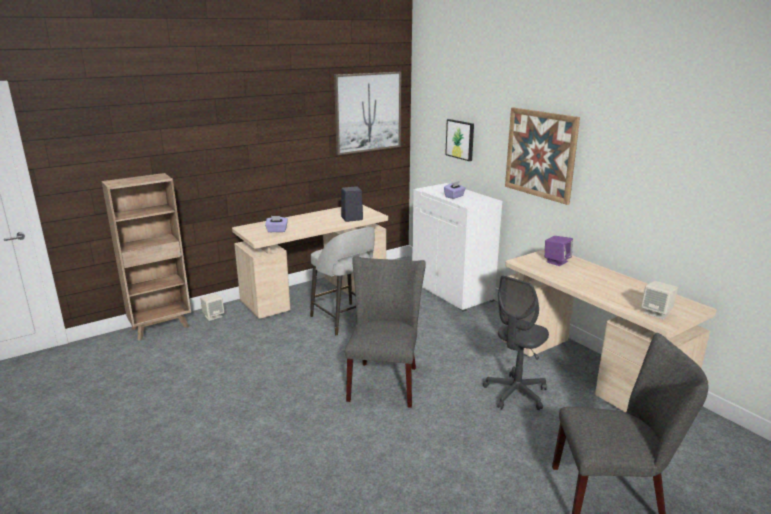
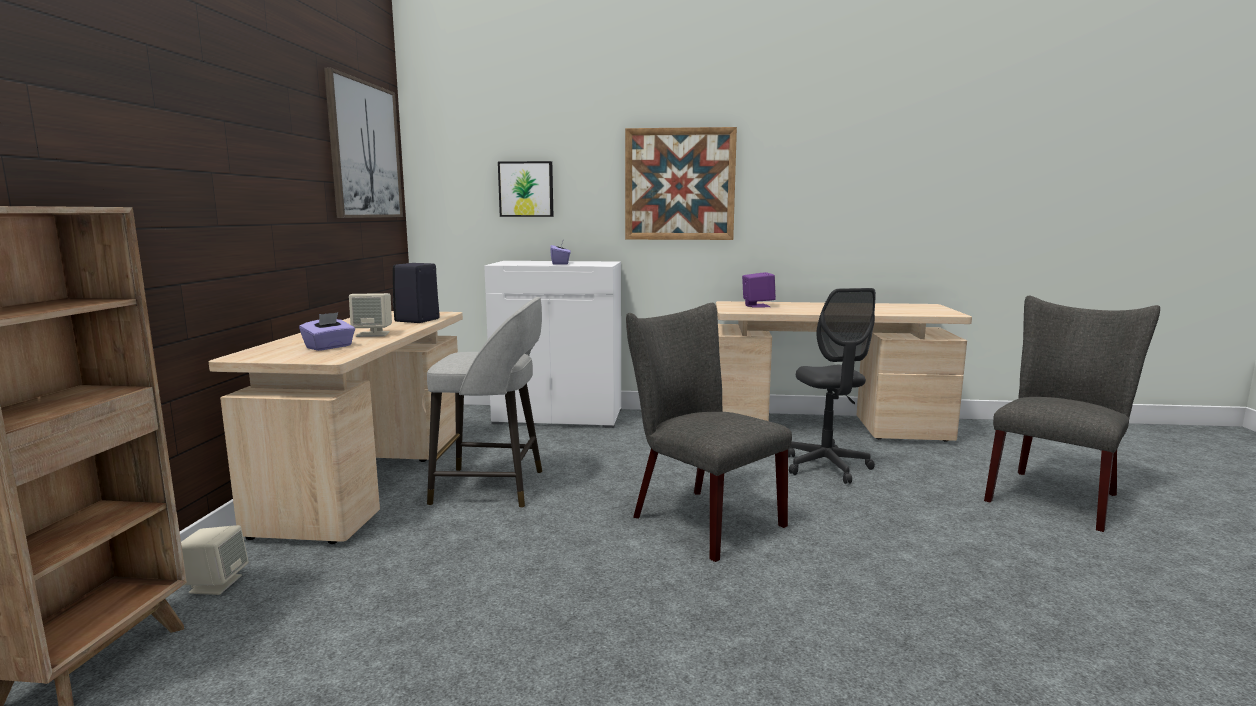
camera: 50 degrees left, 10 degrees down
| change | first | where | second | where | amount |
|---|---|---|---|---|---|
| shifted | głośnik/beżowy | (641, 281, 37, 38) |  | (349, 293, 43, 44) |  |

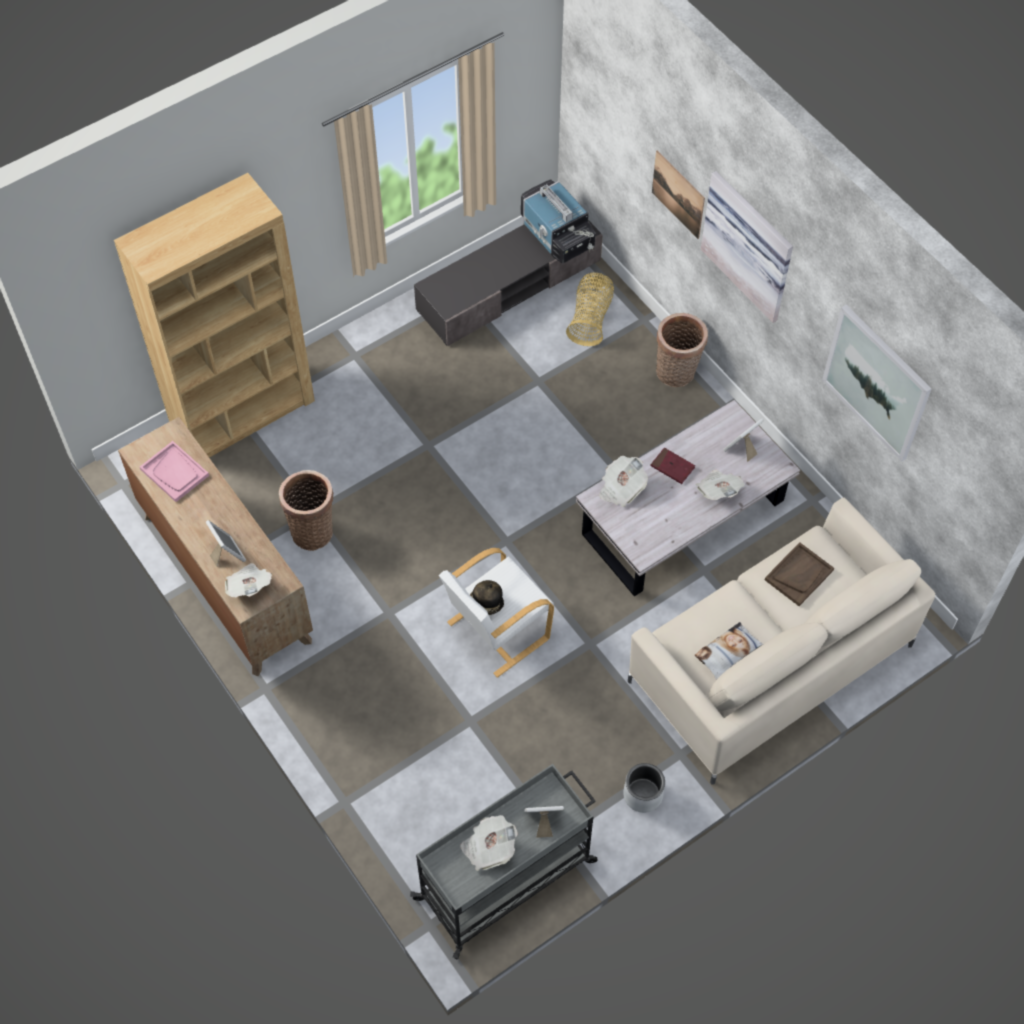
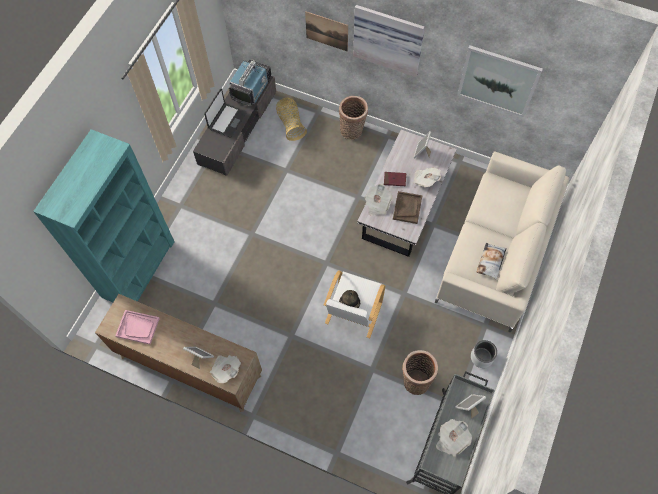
camera: 30 degrees left, 5 degrees up
| change | first | where | second | where | amount |
|---|---|---|---|---|---|
| new |  |  | laptop | (204, 88, 42, 49) |  |
| shifted | koszyk | (279, 470, 54, 81) |  | (402, 350, 36, 45) |  |
| shifted | taca/brązowy | (765, 542, 69, 64) |  | (393, 191, 30, 33) |  |
| repainted | regał/brązowy | (114, 173, 201, 285) | regał/turkusowy | (33, 129, 142, 173) |  |
| rotated | telewizor | (521, 179, 75, 84) |  | (229, 59, 42, 47) | 90 degrees counterclockwise |

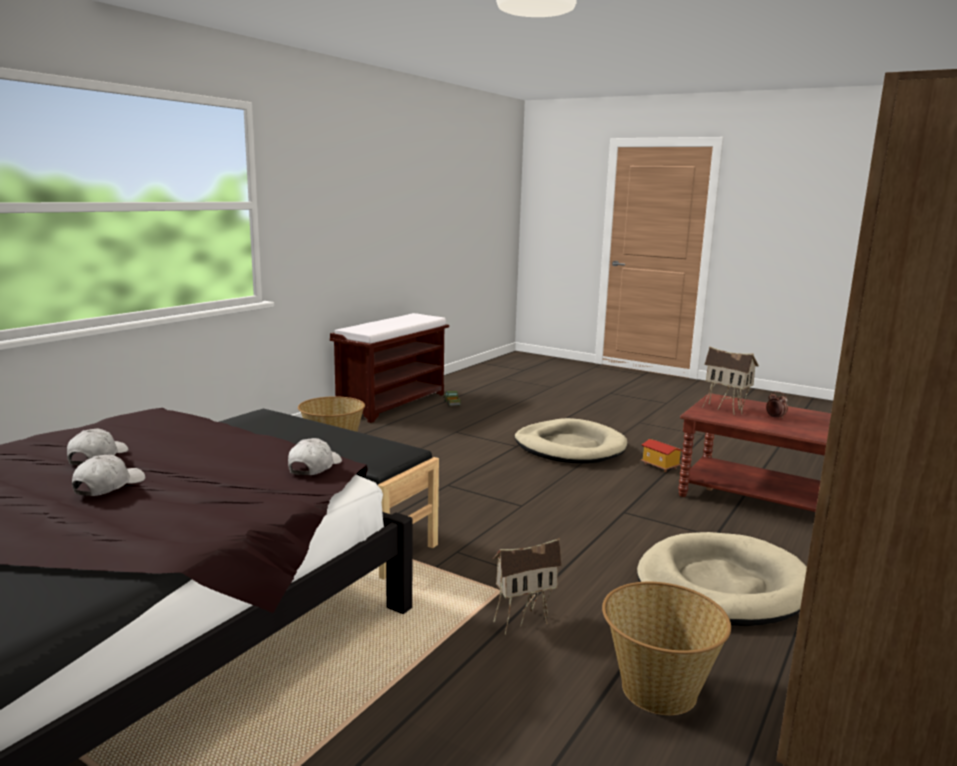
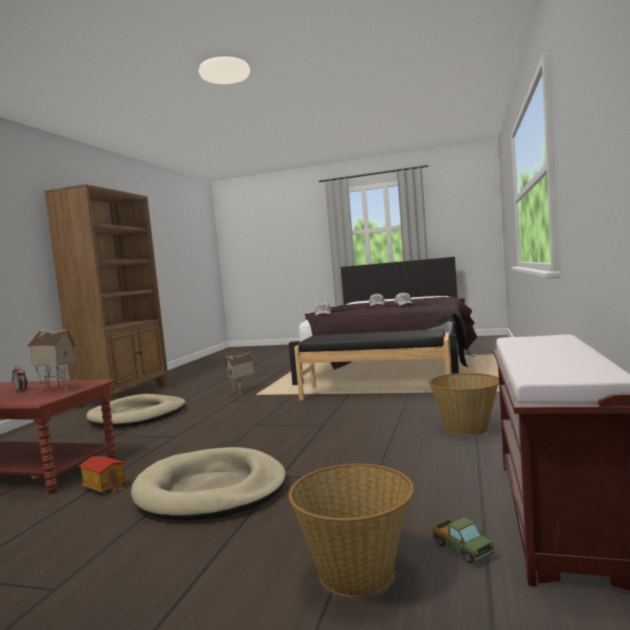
camera: 165 degrees right, 10 degrees down
| change | first | where | second | where | amount |
|---|---|---|---|---|---|
| shifted | koszyk | (602, 582, 129, 133) |  | (289, 464, 125, 133) |  |

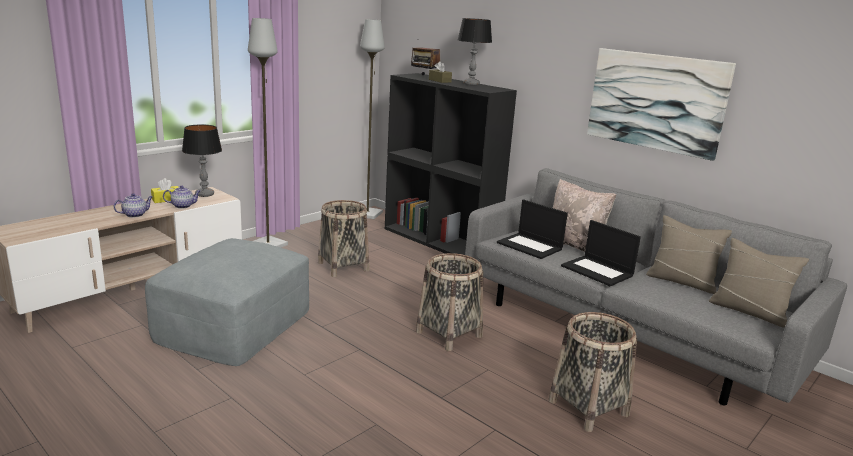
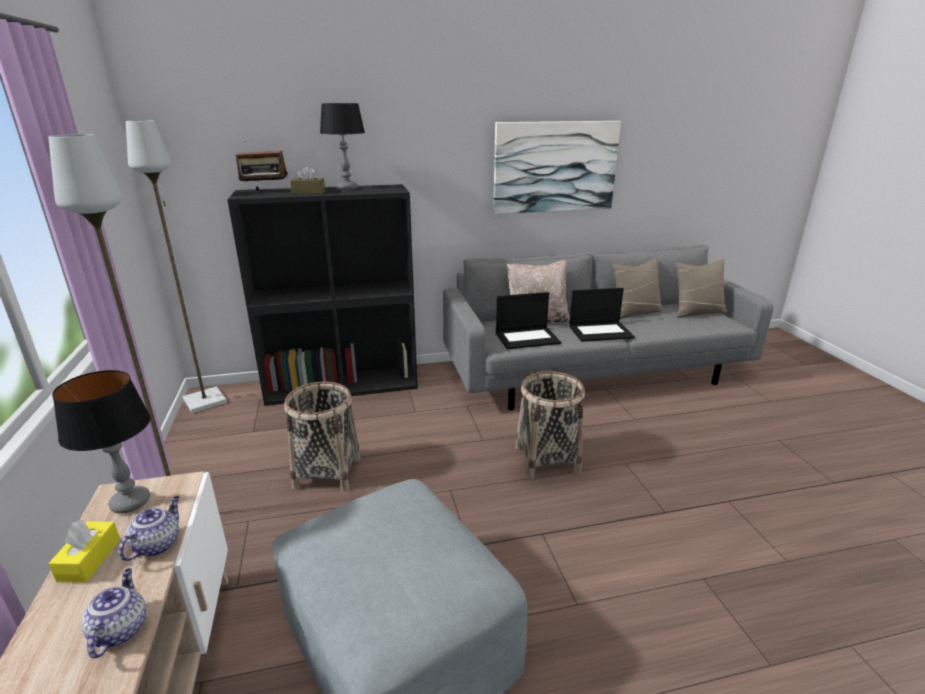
camera: 55 degrees left, 5 degrees up
| change | first | where | second | where | amount |
|---|---|---|---|---|---|
| gone | koszyk | (548, 312, 89, 120) |  |  |  |

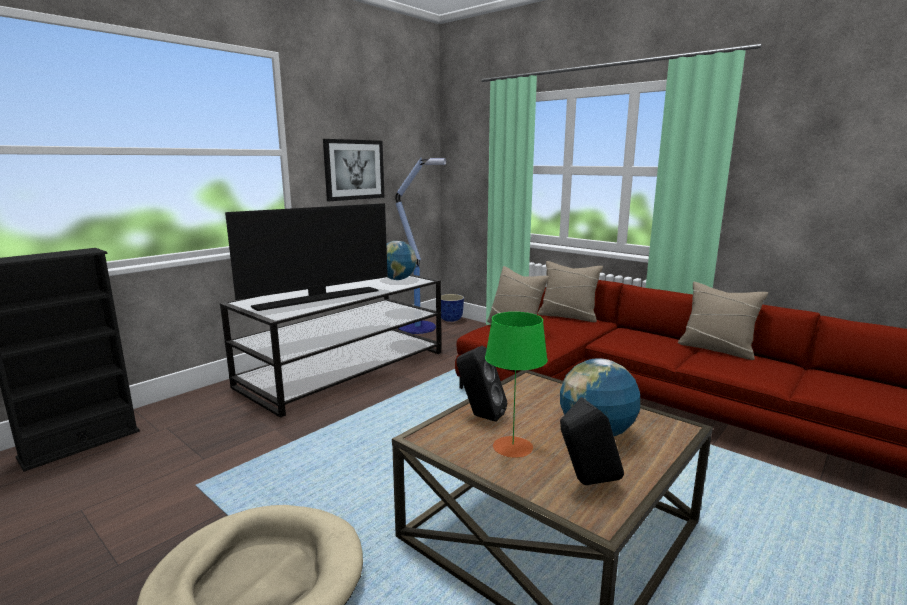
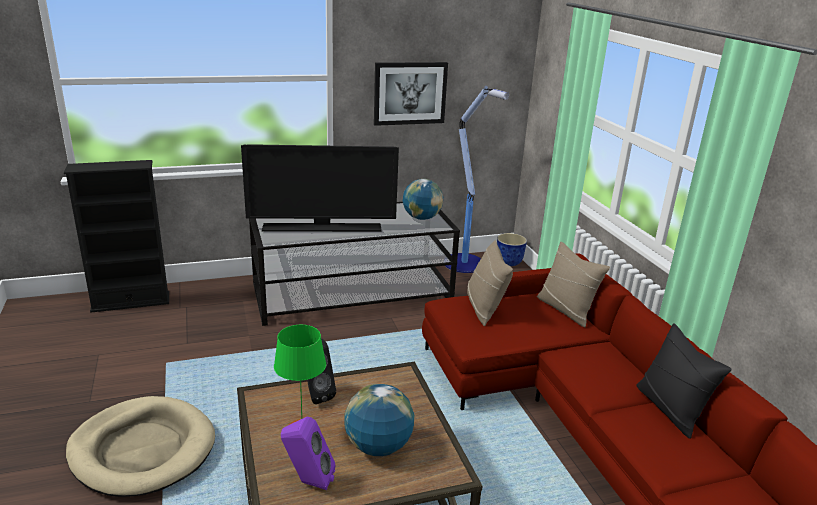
camera: 30 degrees right, 10 degrees up
| change | first | where | second | where | amount |
|---|---|---|---|---|---|
| repainted | głośnik/czarny | (560, 397, 64, 88) | głośnik/fioletowy | (281, 417, 55, 73) |  |
| repainted | poduszka/beżowy | (678, 282, 90, 78) | poduszka/czarny | (636, 323, 96, 116) |  |

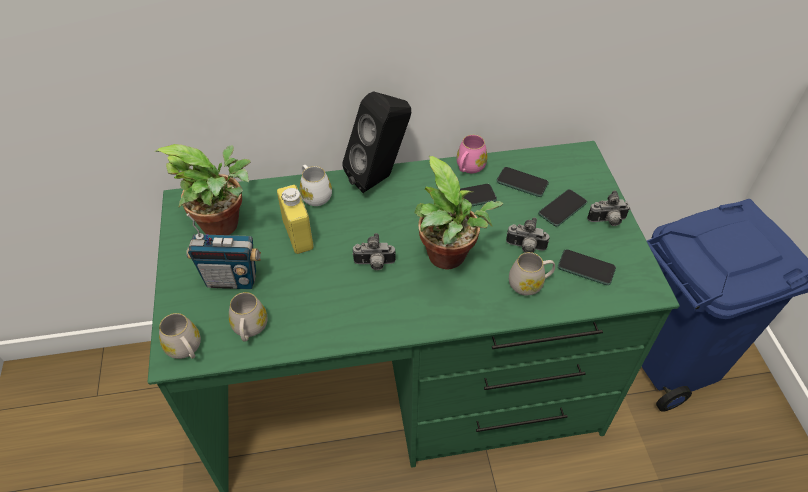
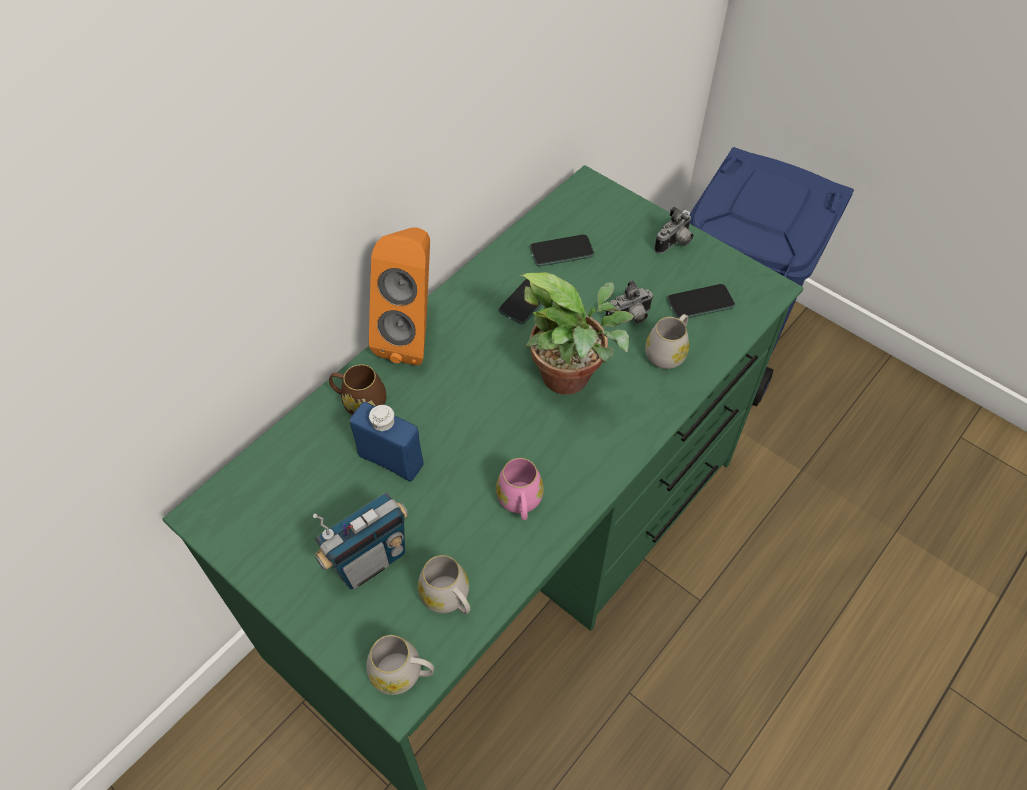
camera: 40 degrees left, 5 degrees up
| change | first | where | second | where | amount |
|---|---|---|---|---|---|
| gone | roślina doniczkowa | (154, 144, 97, 91) |  |  |  |
| gone | aparat fotograficzny | (352, 233, 44, 37) |  |  |  |
| gone | telefon | (538, 189, 49, 38) |  |  |  |
| shifted | kubek/różowy | (457, 135, 31, 38) |  | (496, 458, 48, 62) |  |
| repainted | butelka/żółty | (277, 185, 37, 69) | butelka/niebieski | (350, 402, 73, 79) |  |
| repainted | kubek/biały | (300, 165, 32, 41) | kubek/brązowy | (329, 364, 57, 51) |  |
| repainted | głośnik/czarny | (342, 91, 69, 102) | głośnik/pomarańczowy | (369, 228, 61, 137) |  |

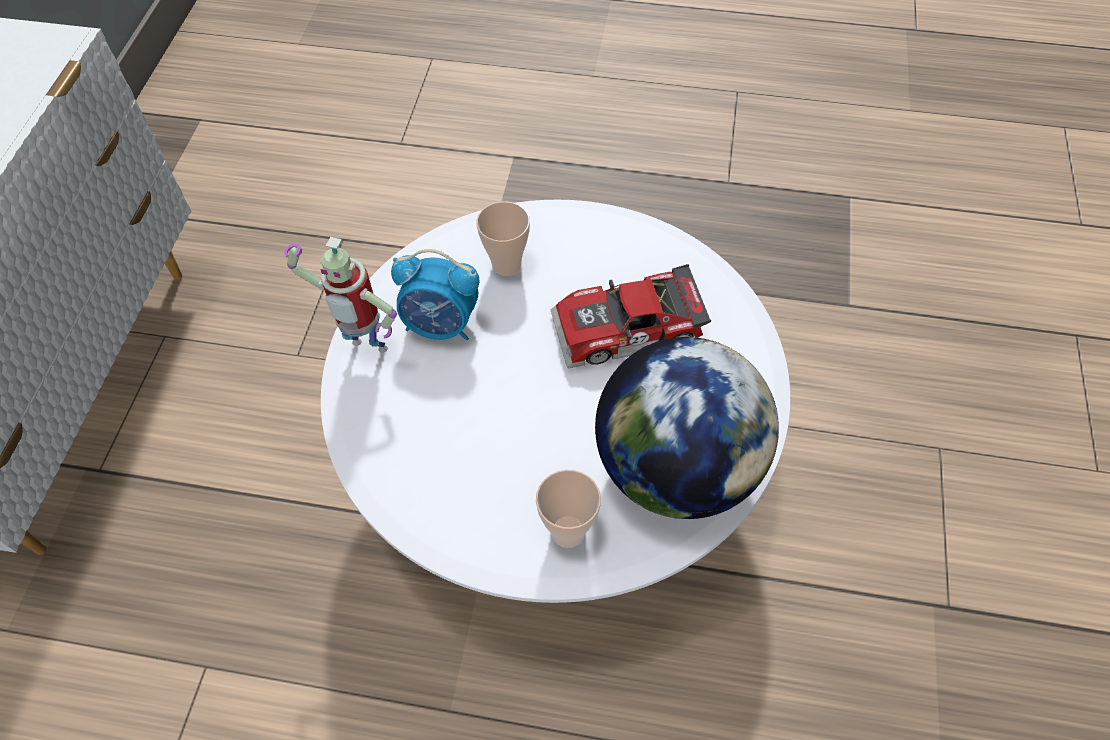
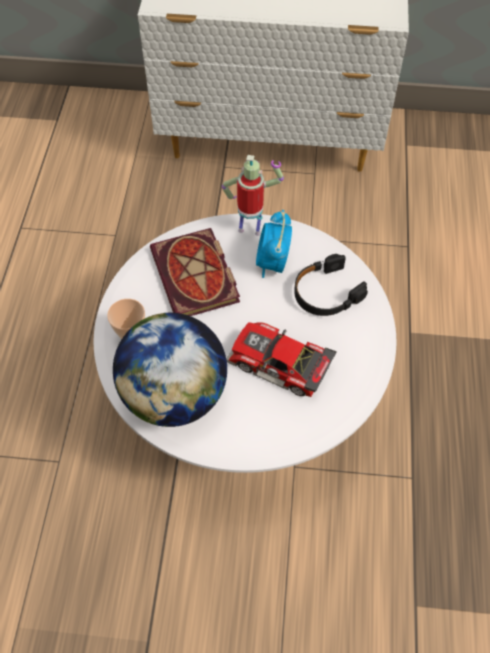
camera: 85 degrees right, 0 degrees up
| change | first | where | second | where | amount |
|---|---|---|---|---|---|
| new |  |  | książka | (150, 228, 90, 88) |  |
| swapped | filiżanka | (476, 201, 54, 75) | słuchawki/czarny | (294, 254, 74, 62) |  |
| rotated | robot zabawkowy | (284, 237, 113, 116) |  | (222, 155, 62, 81) | 90 degrees clockwise |
| rotated | samochodzik | (551, 264, 160, 104) |  | (226, 322, 110, 75) | 45 degrees counterclockwise |

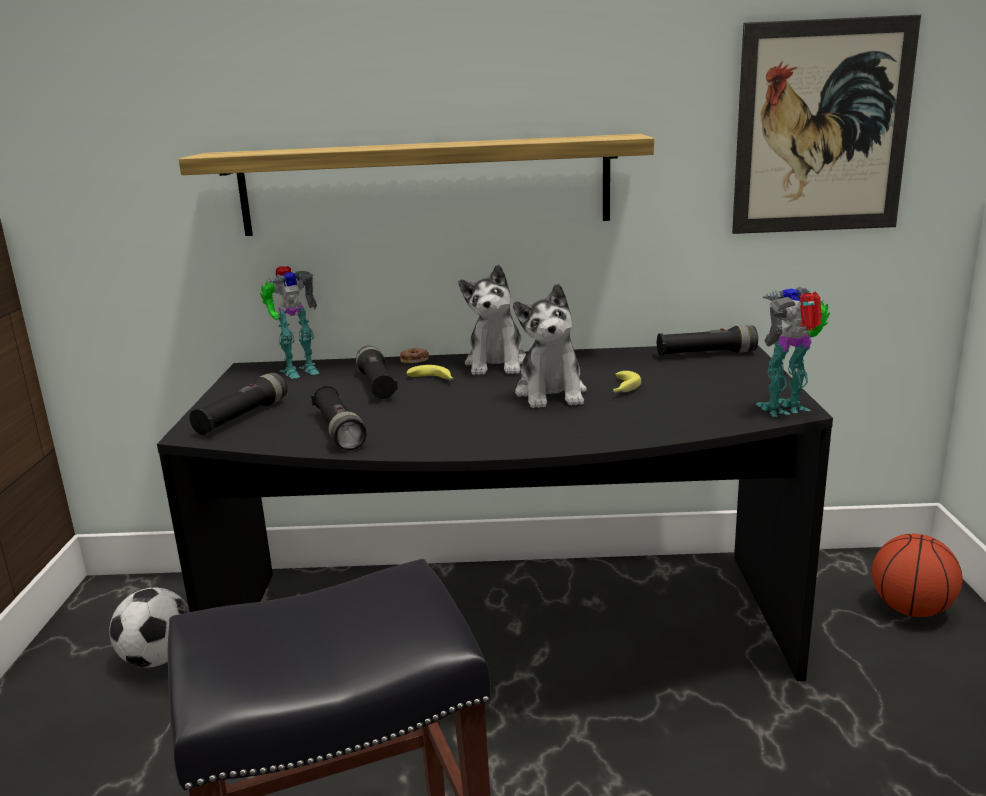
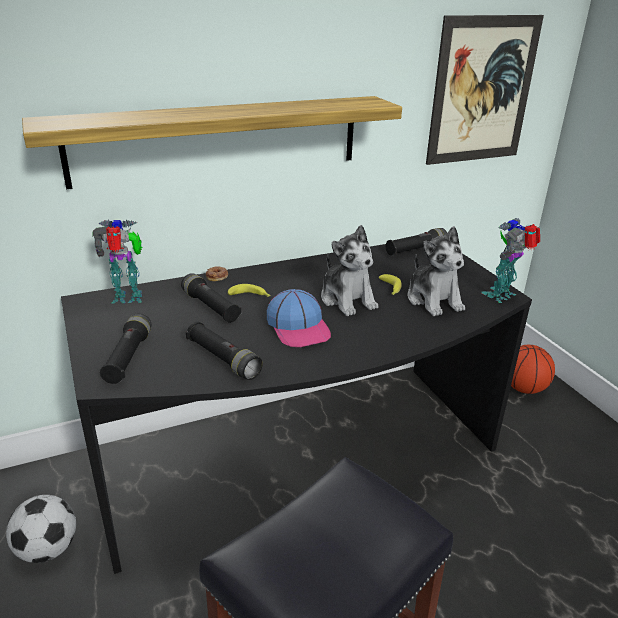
camera: 25 degrees left, 10 degrees up
| change | first | where | second | where | amount |
|---|---|---|---|---|---|
| new |  |  | czapka z daszkiem | (267, 289, 64, 58) |  |
| shifted | pluszak | (458, 264, 68, 111) |  | (407, 226, 58, 90) |  |
| rotated | robot zabawkowy | (260, 266, 59, 112) |  | (92, 219, 50, 85) | 135 degrees counterclockwise |

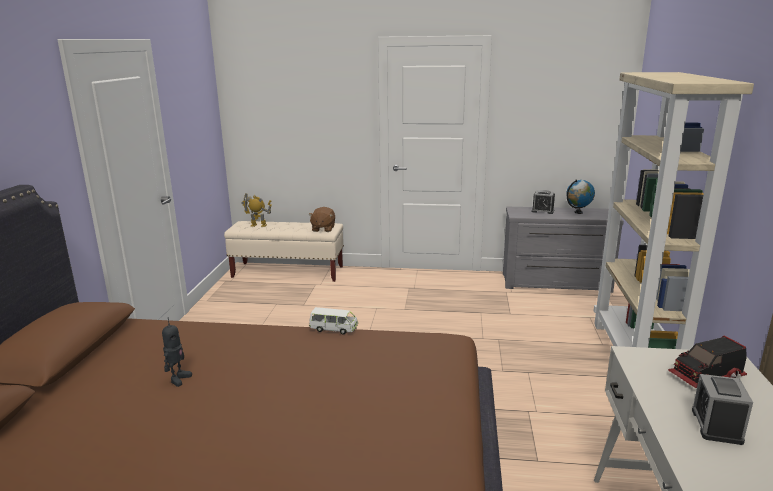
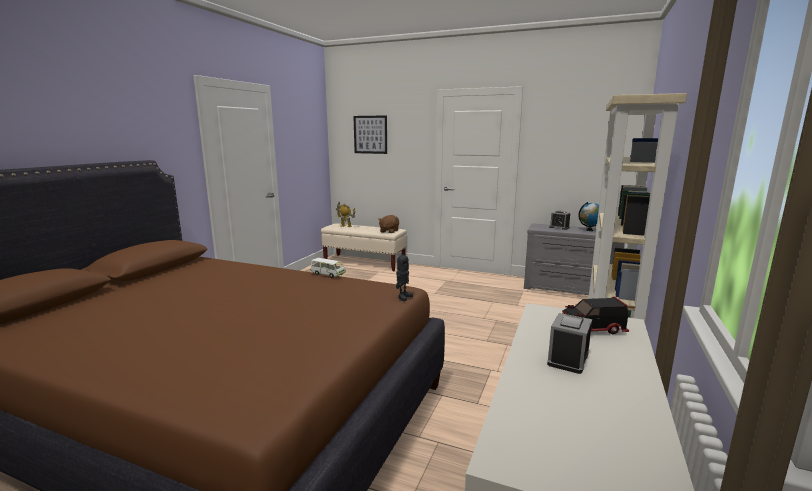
camera: 15 degrees right, 5 degrees down
| change | first | where | second | where | amount |
|---|---|---|---|---|---|
| new |  |  | obraz | (353, 115, 34, 39) |  |
| shifted | robot zabawkowy | (162, 318, 30, 69) |  | (396, 253, 17, 48) |  |

